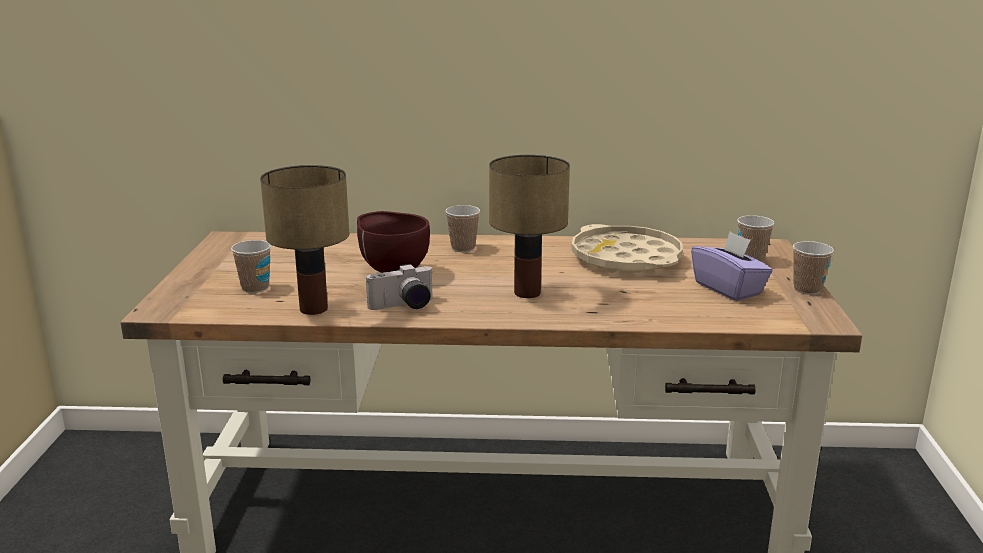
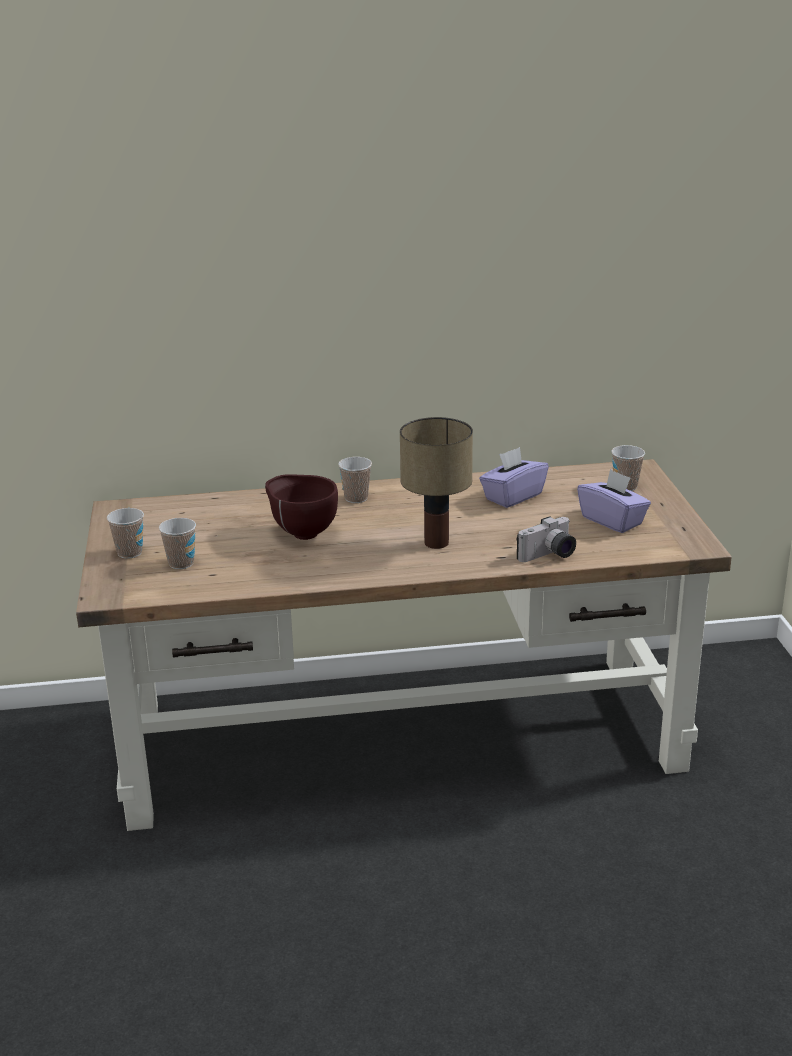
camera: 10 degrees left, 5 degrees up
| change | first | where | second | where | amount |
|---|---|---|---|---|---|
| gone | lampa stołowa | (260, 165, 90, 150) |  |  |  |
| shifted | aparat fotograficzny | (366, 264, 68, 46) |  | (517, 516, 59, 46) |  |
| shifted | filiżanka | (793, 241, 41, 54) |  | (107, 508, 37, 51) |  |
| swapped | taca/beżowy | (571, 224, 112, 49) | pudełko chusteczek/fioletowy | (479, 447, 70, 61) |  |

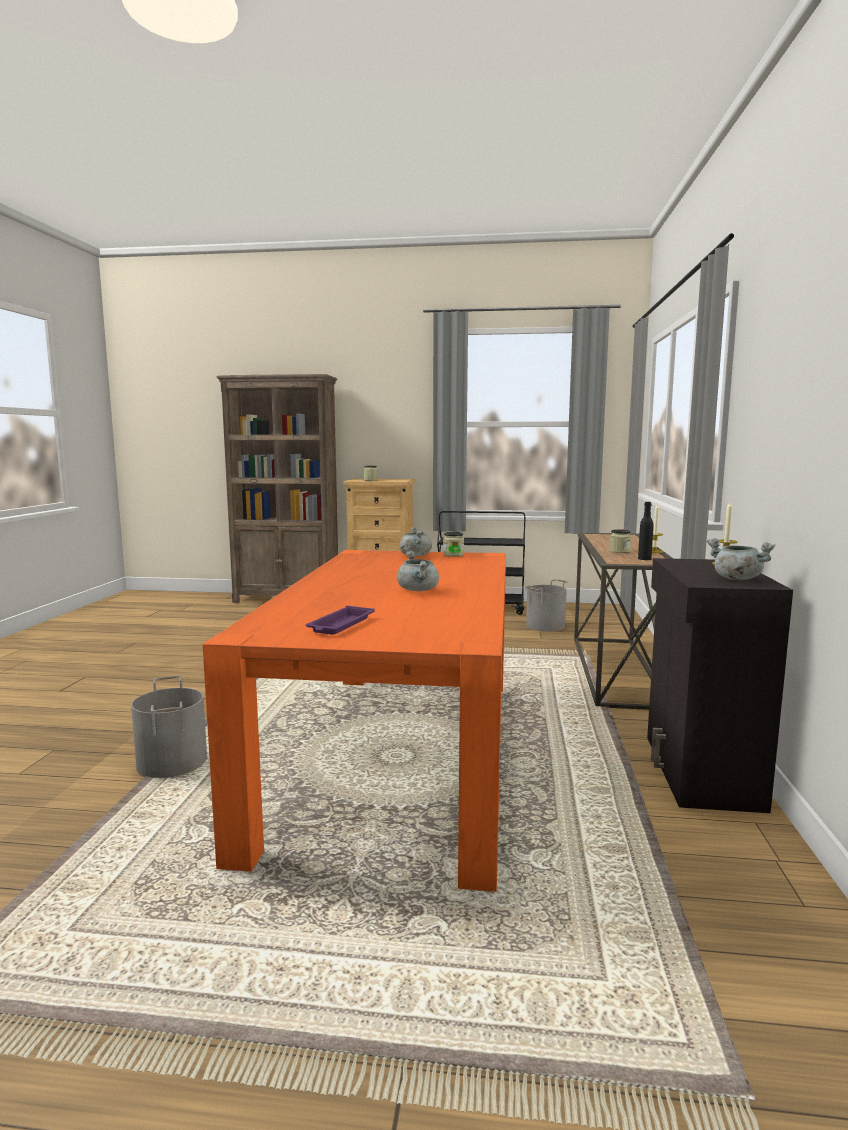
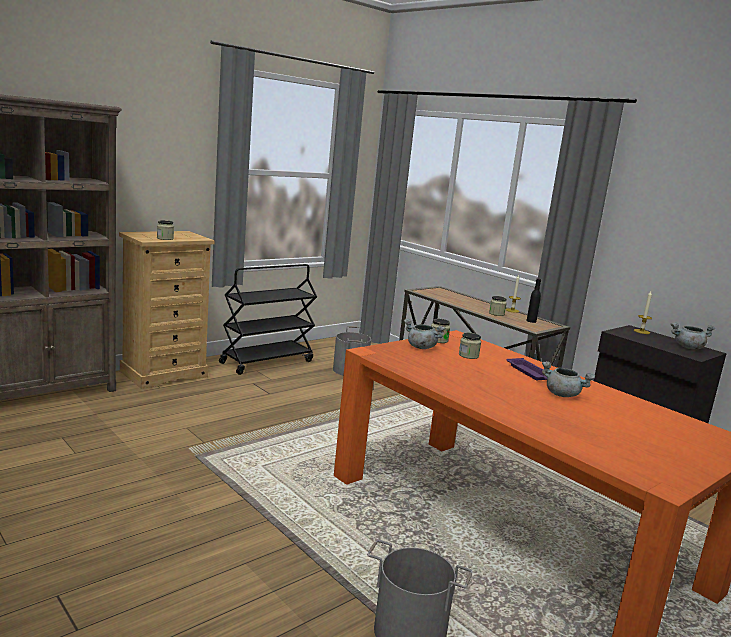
camera: 50 degrees left, 5 degrees up
| change | first | where | second | where | amount |
|---|---|---|---|---|---|
| new |  |  | słoik | (459, 333, 22, 26) |  |
| shifted | taca/fioletowy | (306, 606, 69, 29) |  | (507, 358, 40, 22) |  |

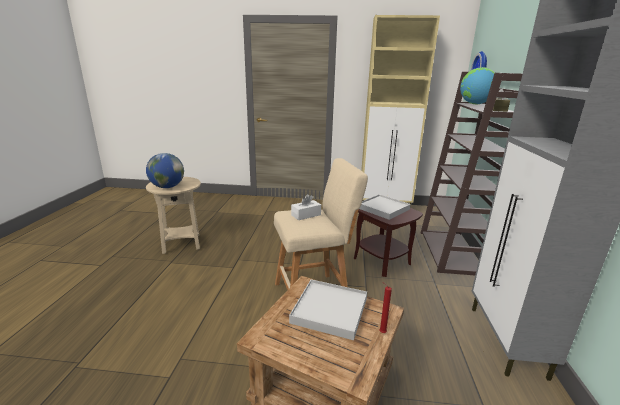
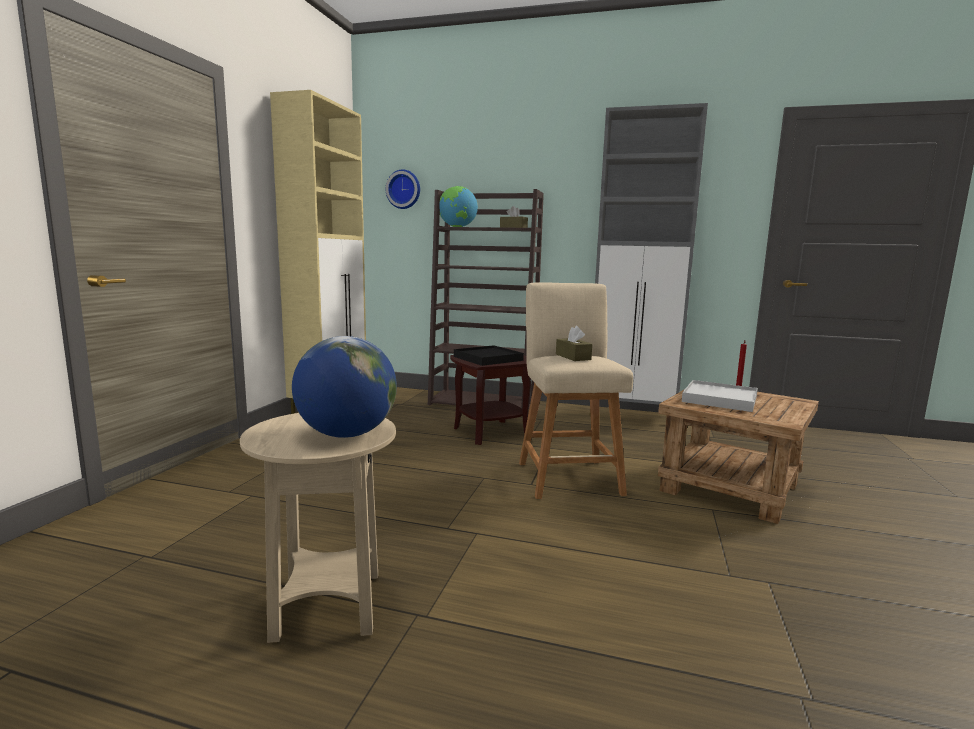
camera: 80 degrees left, 10 degrees down
| change | first | where | second | where | amount |
|---|---|---|---|---|---|
| repainted | pudełko chusteczek/biały | (291, 194, 30, 26) | pudełko chusteczek/brązowy | (556, 326, 36, 35) |  |
| repainted | taca/biały | (360, 194, 51, 26) | taca/czarny | (454, 345, 70, 21) |  |

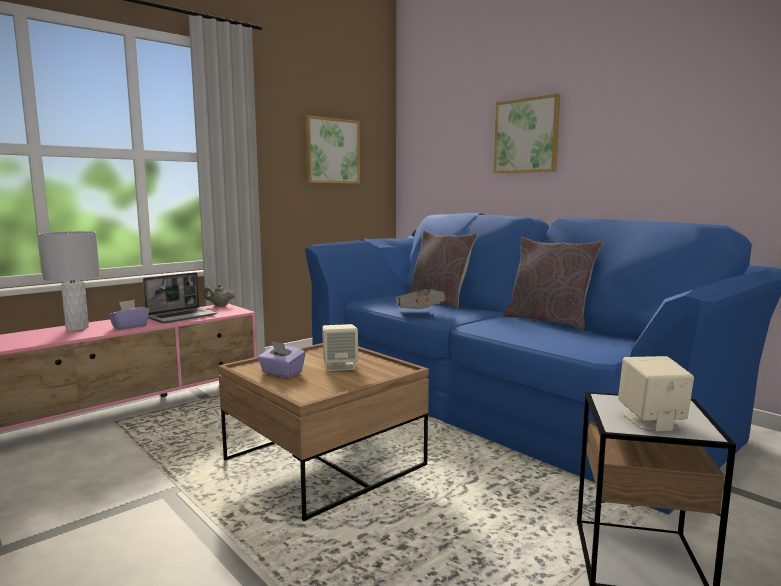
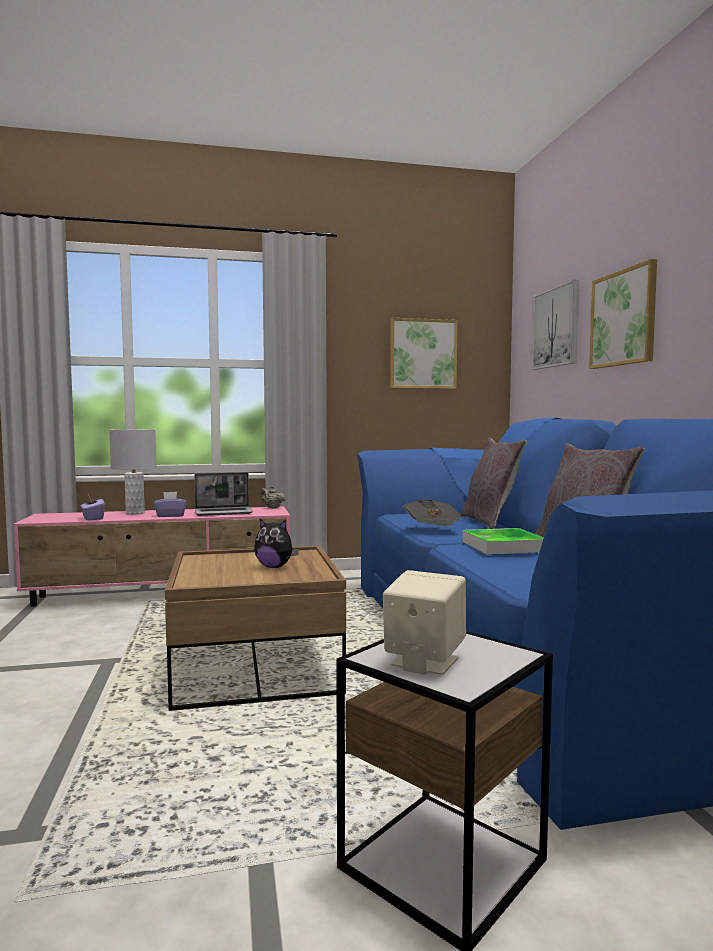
camera: 30 degrees right, 5 degrees down
| change | first | where | second | where | amount |
|---|---|---|---|---|---|
| new |  |  | taca | (463, 528, 81, 27) |  |
| new |  |  | obraz | (531, 280, 48, 90) |  |
| shifted | pudełko chusteczek/fioletowy | (258, 341, 47, 37) |  | (80, 494, 25, 27) |  |
| swapped | głośnik/beżowy | (322, 324, 36, 47) | pluszak | (254, 518, 45, 50) |  |

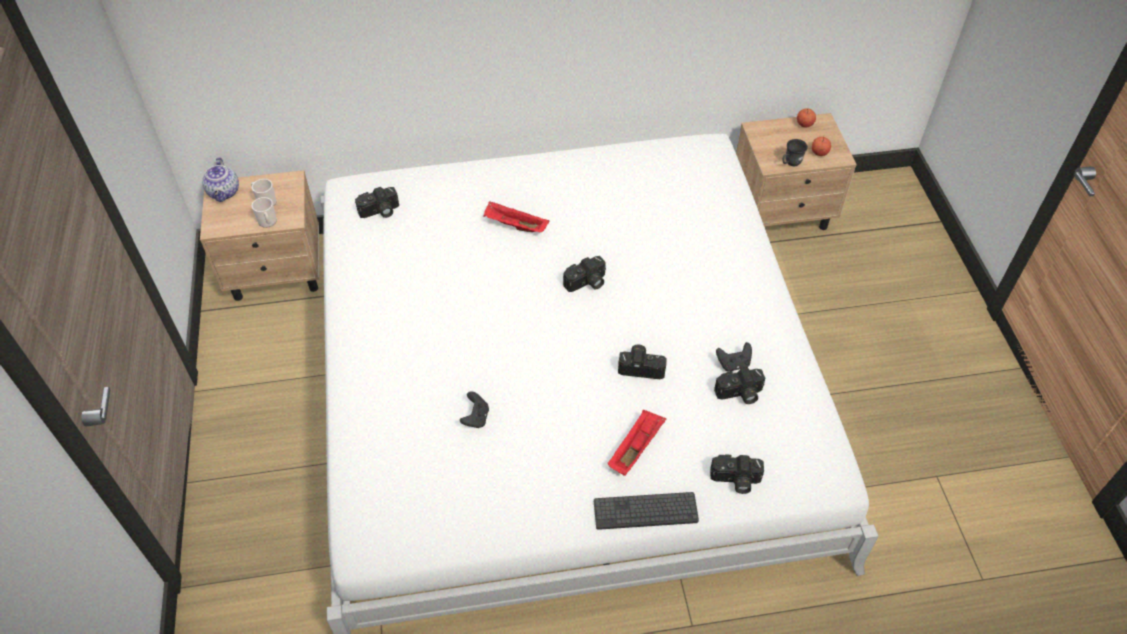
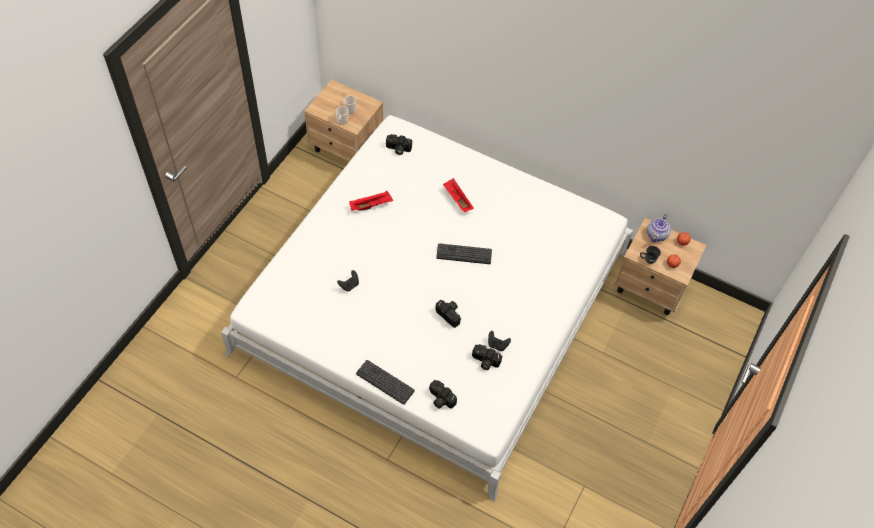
camera: 35 degrees right, 5 degrees up
| change | first | where | second | where | amount |
|---|---|---|---|---|---|
| shifted | imbryk | (202, 157, 37, 45) |  | (647, 214, 24, 28) |  |
| shifted | taca/czerwony | (608, 410, 59, 66) |  | (349, 191, 44, 20) |  |
| swapped | aparat fotograficzny | (563, 256, 43, 36) | klawiatura | (436, 243, 56, 21) |  |

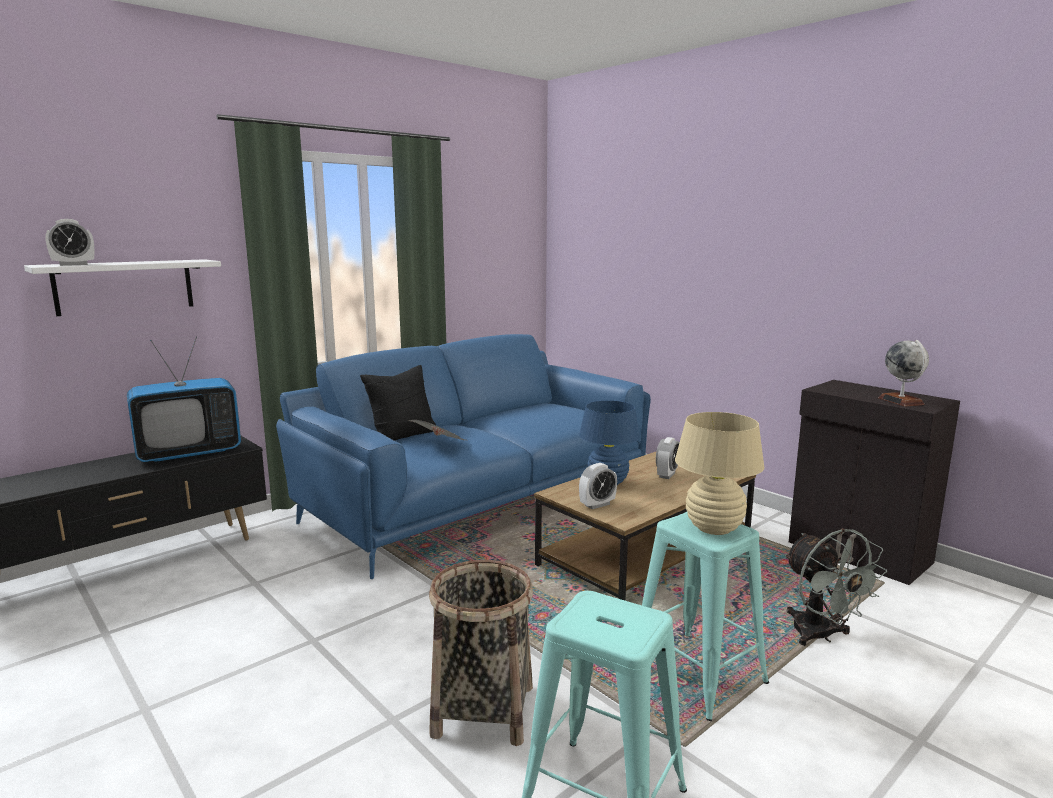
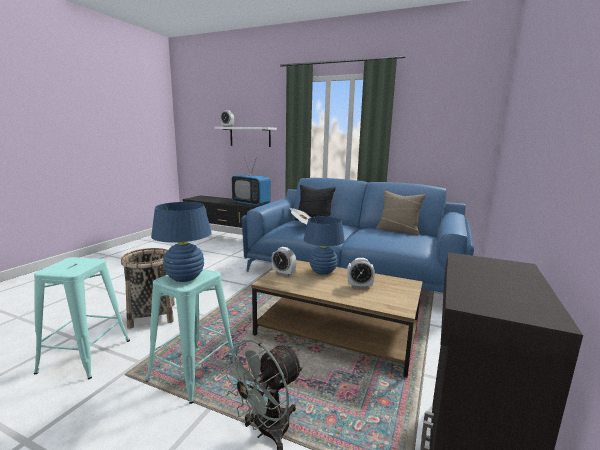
camera: 65 degrees right, 0 degrees up
| change | first | where | second | where | amount |
|---|---|---|---|---|---|
| gone | globus | (878, 340, 51, 67) |  |  |  |
| new |  |  | poduszka/beżowy | (376, 191, 50, 44) |  |
| repainted | lampa stołowa/beżowy | (675, 412, 89, 123) | lampa stołowa/niebieski | (151, 202, 61, 80) |  |

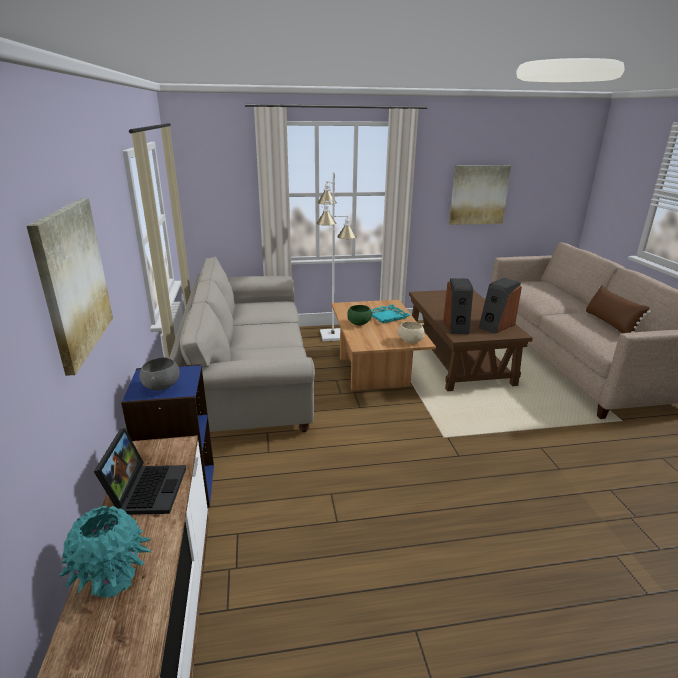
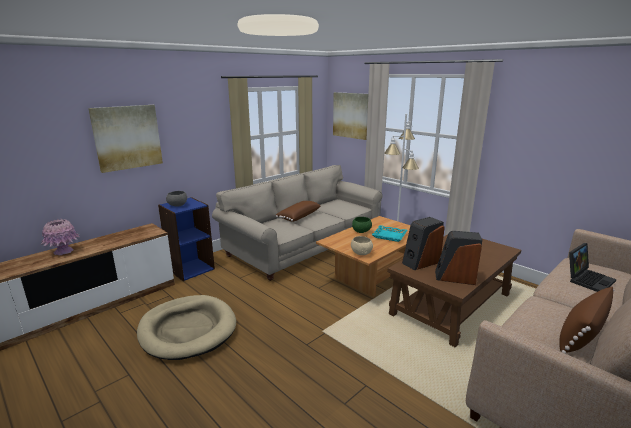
camera: 55 degrees right, 5 degrees down
| change | first | where | second | where | amount |
|---|---|---|---|---|---|
| new |  |  | legowisko/beżowy | (137, 295, 99, 65) |  |
| new |  |  | poduszka/brązowy | (276, 201, 45, 21) |  |
| shifted | laptop | (94, 428, 92, 87) |  | (569, 243, 47, 49) |  |
| shifted | obraz | (449, 165, 62, 60) |  | (333, 92, 35, 48) |  |
| repainted | wazon/turkusowy | (58, 506, 93, 92) | wazon/różowy | (41, 219, 39, 36) |  |

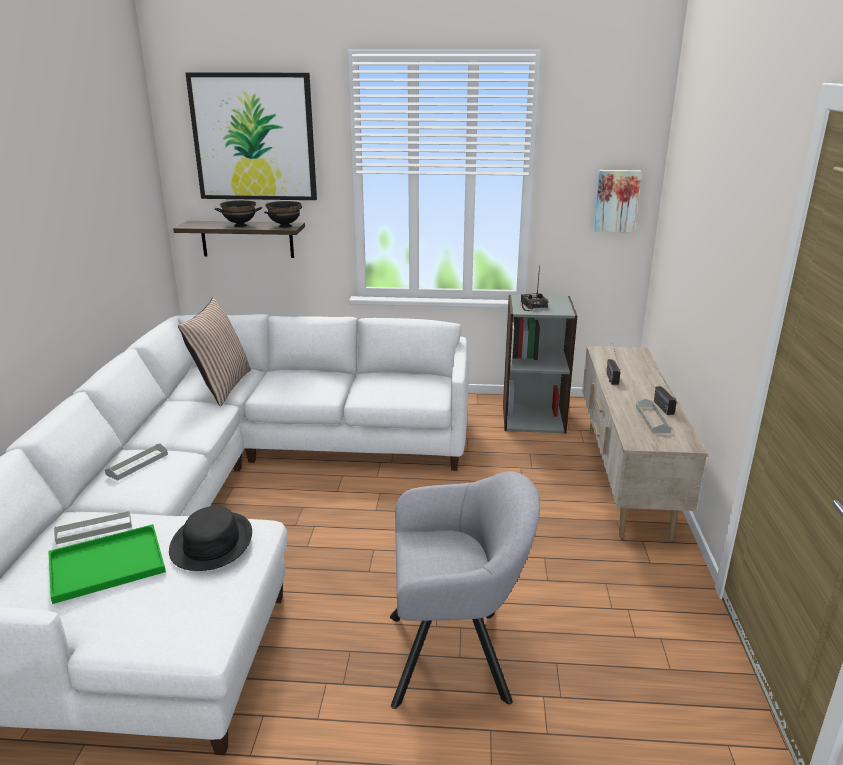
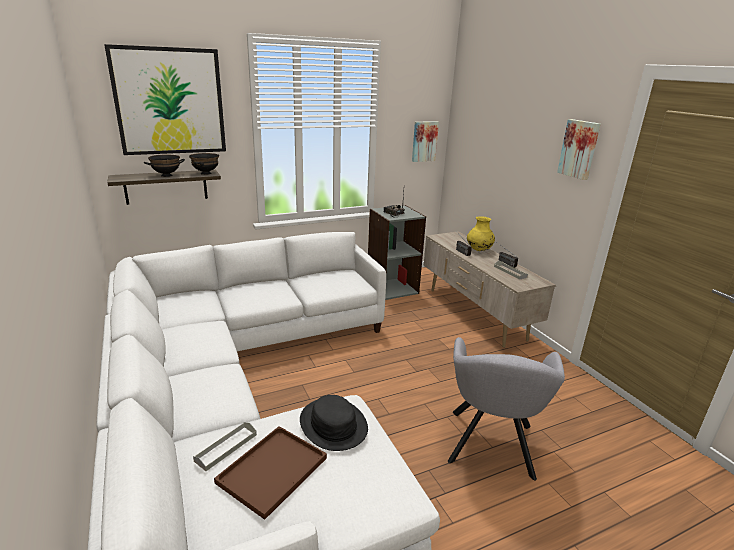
camera: 30 degrees left, 0 degrees up
| change | first | where | second | where | amount |
|---|---|---|---|---|---|
| gone | taca/szary | (105, 443, 63, 38) |  |  |  |
| gone | poduszka | (178, 297, 73, 110) |  |  |  |
| new |  |  | wazon/żółty | (467, 216, 28, 35) |  |
| new |  |  | obraz | (557, 119, 44, 61) |  |
| repainted | taca/zielony | (48, 524, 118, 80) | taca/brązowy | (214, 426, 113, 94) |  |
| rotated | fotel/szary | (390, 471, 150, 238) |  | (448, 337, 117, 144) | 135 degrees clockwise |

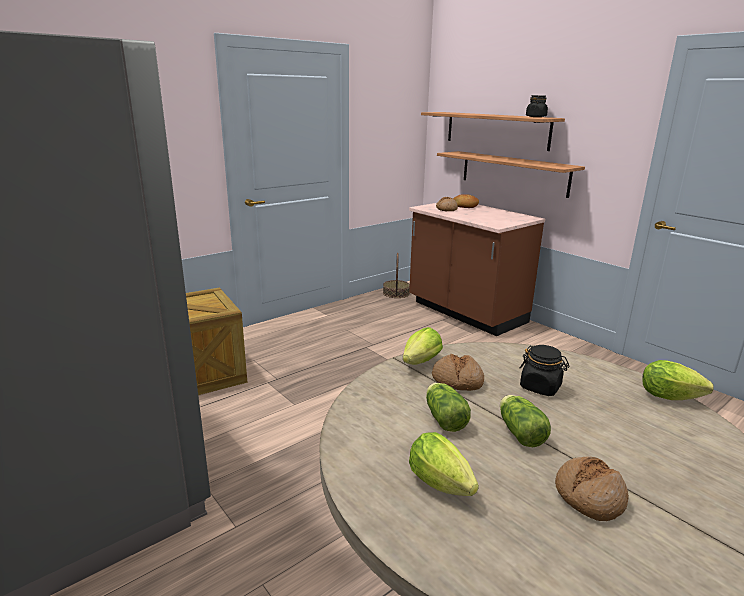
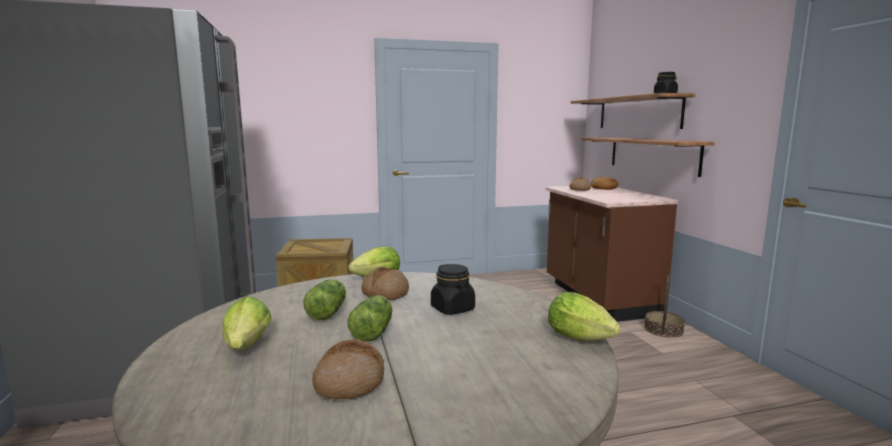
camera: 25 degrees right, 10 degrees down
| change | first | where | second | where | amount |
|---|---|---|---|---|---|
| shifted | koszyk | (383, 253, 27, 45) |  | (644, 275, 41, 62) |  |

